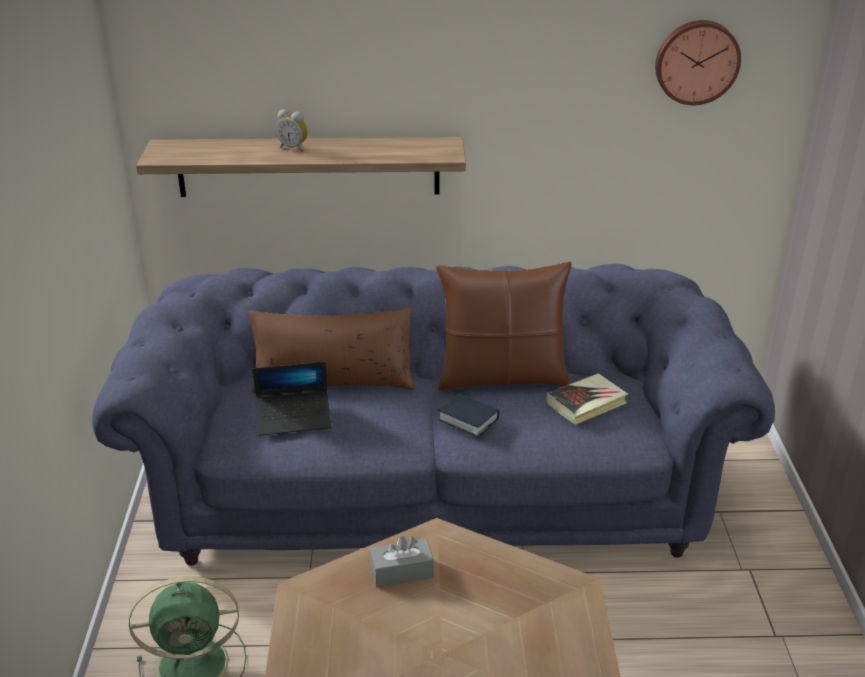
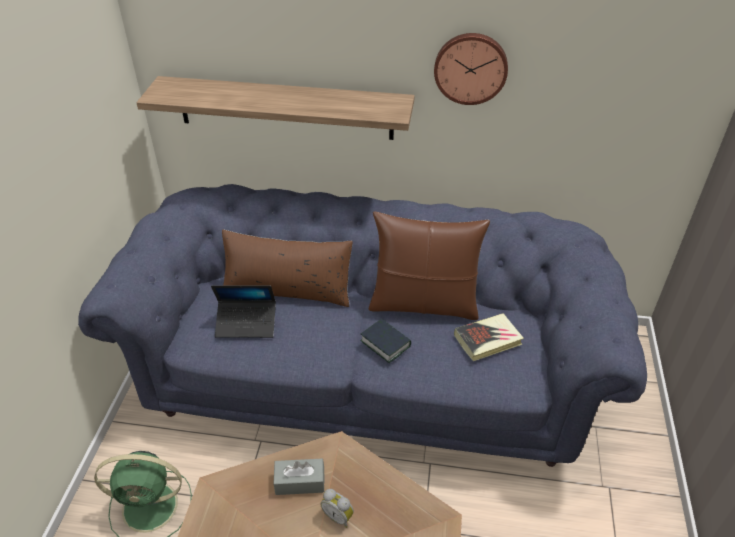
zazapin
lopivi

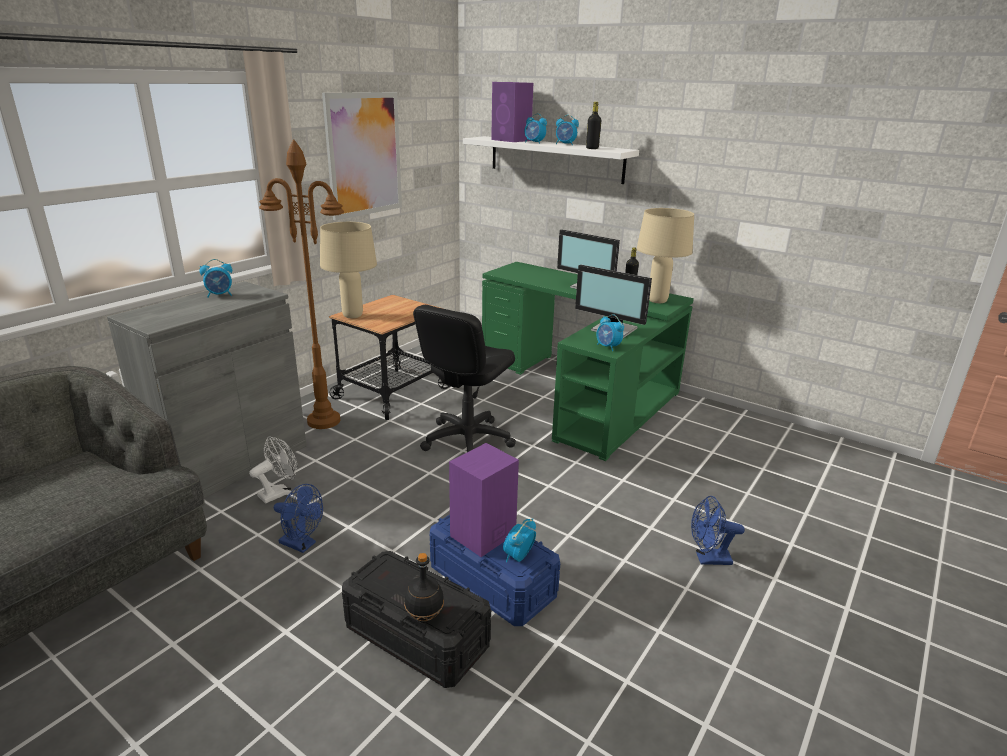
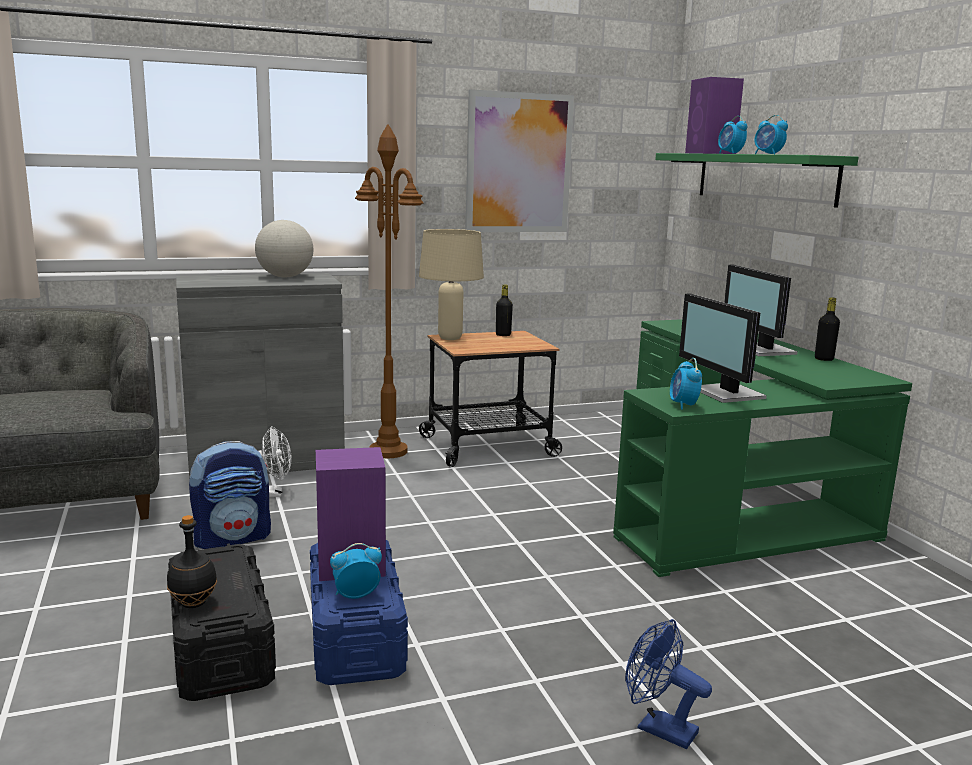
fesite
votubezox
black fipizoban (2nd from left)
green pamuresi
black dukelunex
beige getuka (2nd from left in the first image)

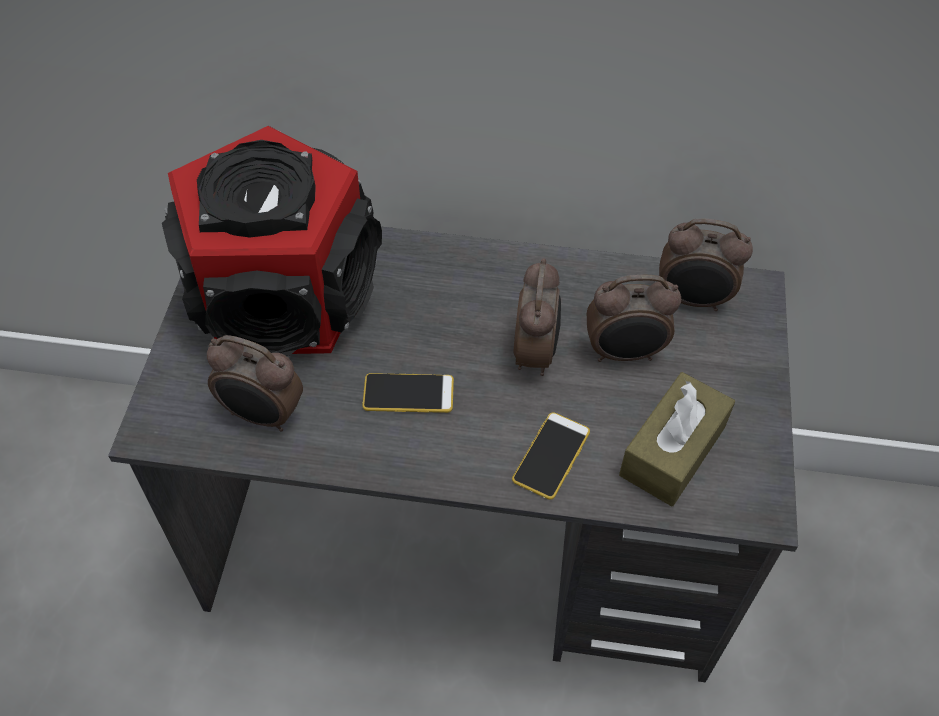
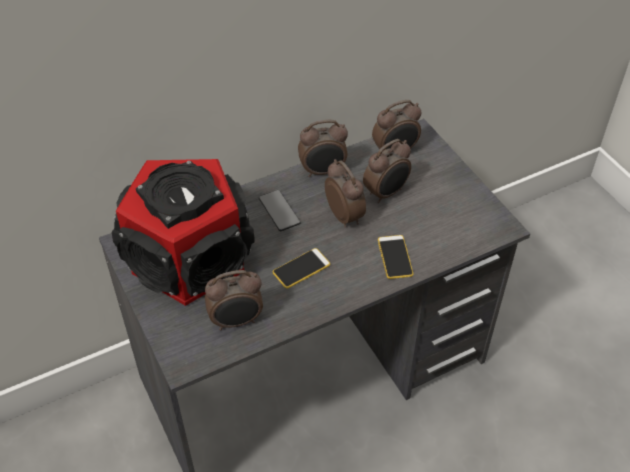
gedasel (1st from left)
zazapin (2nd from left)
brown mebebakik

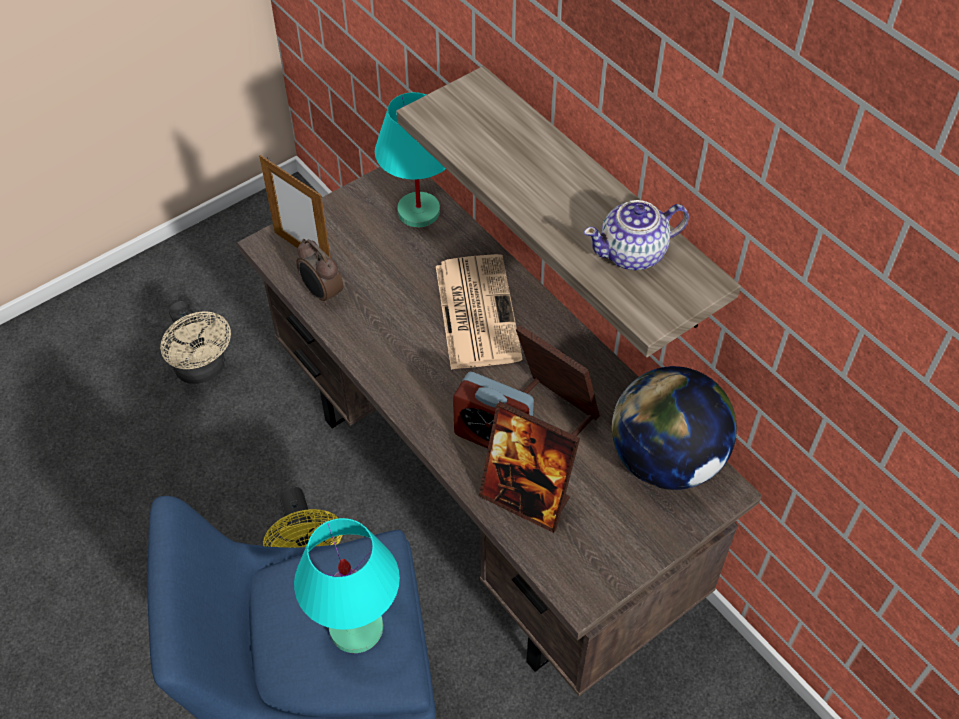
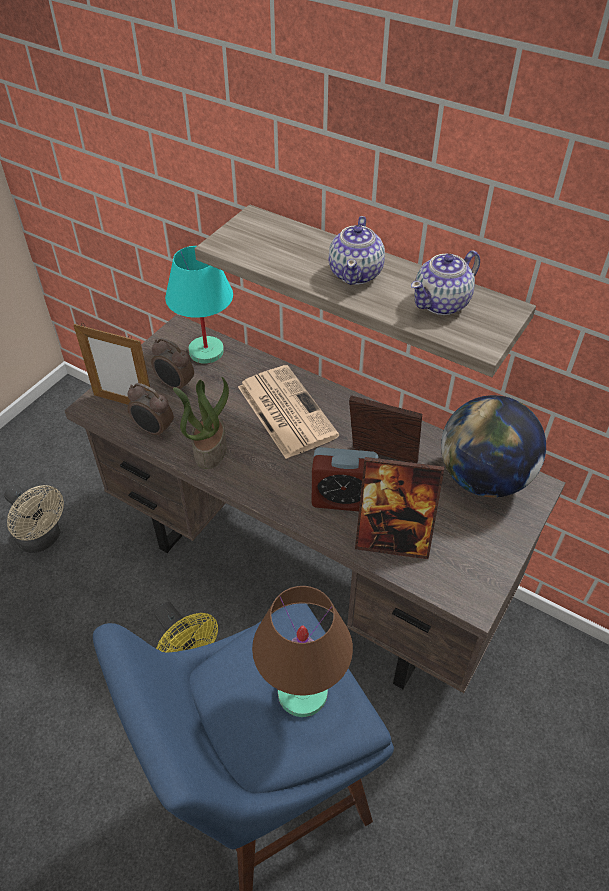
zazapin (2nd from left)
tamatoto
brown getuka
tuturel (1st from left)

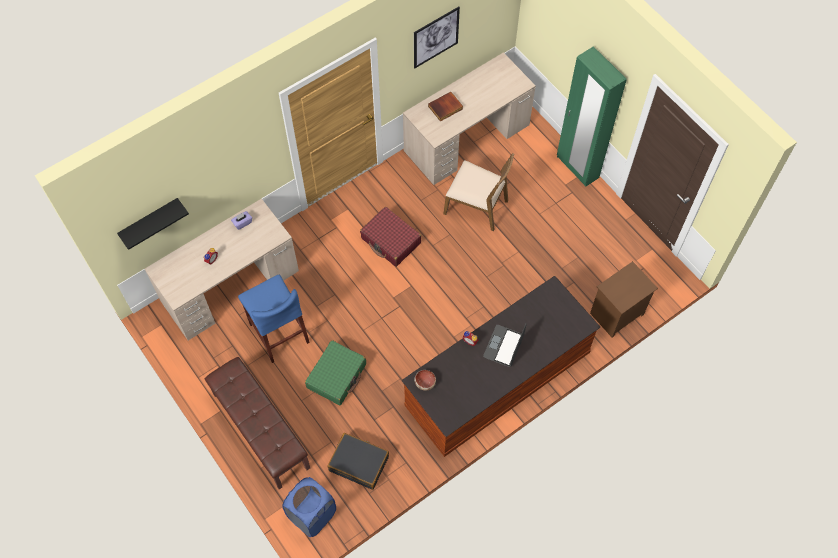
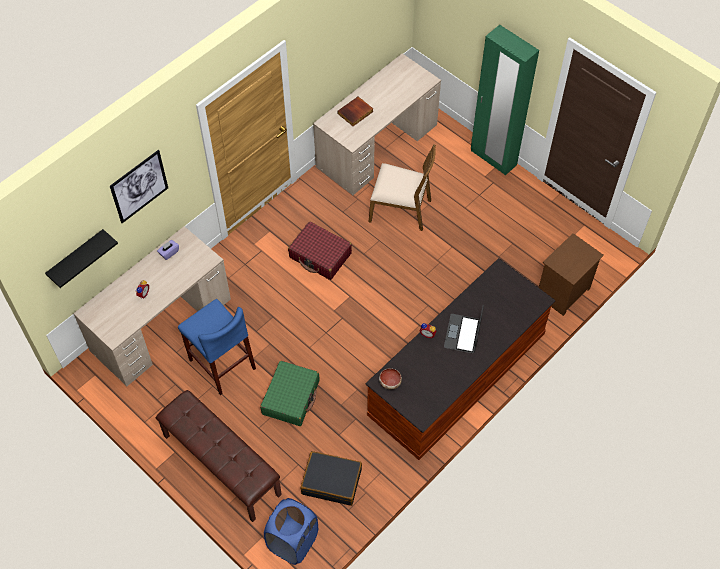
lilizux

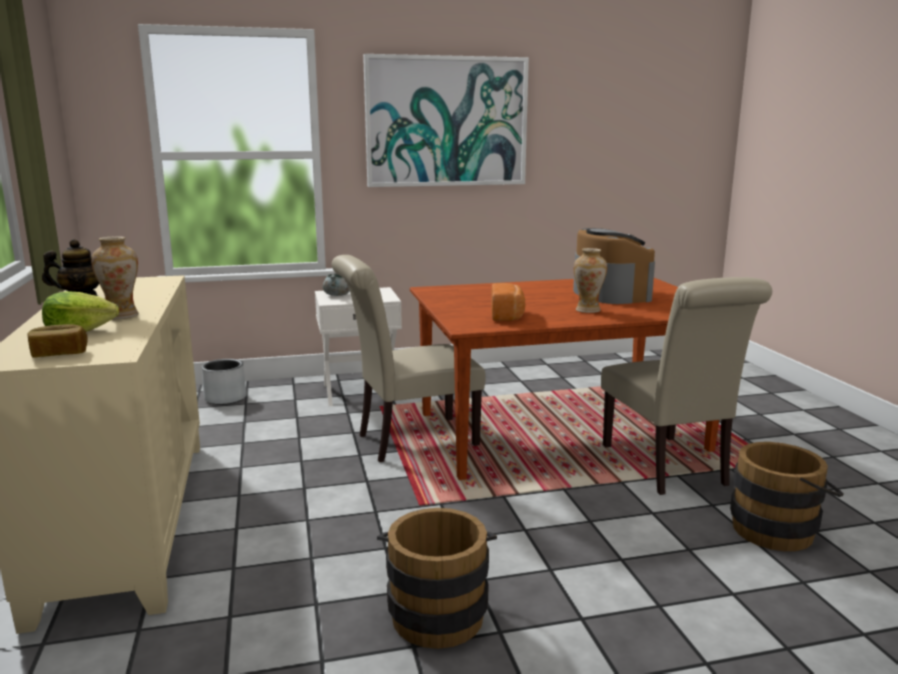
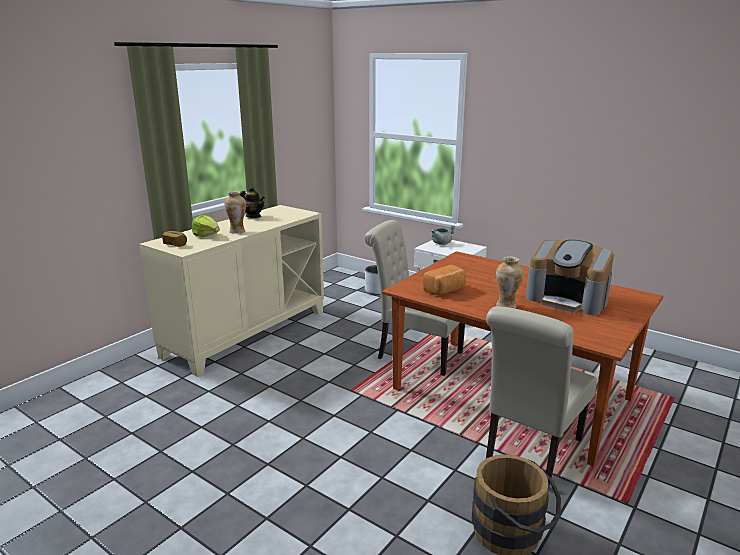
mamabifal
lilizux
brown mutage (1st from left in the first image)

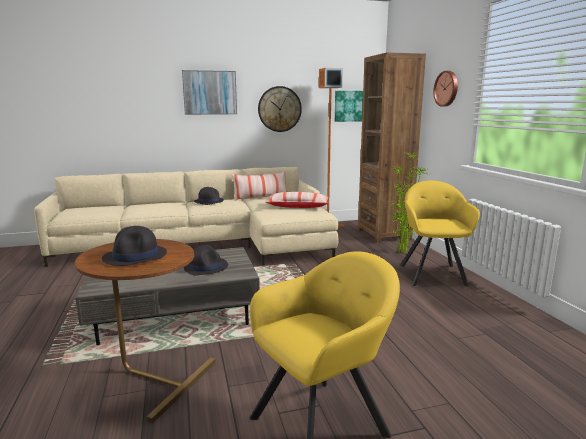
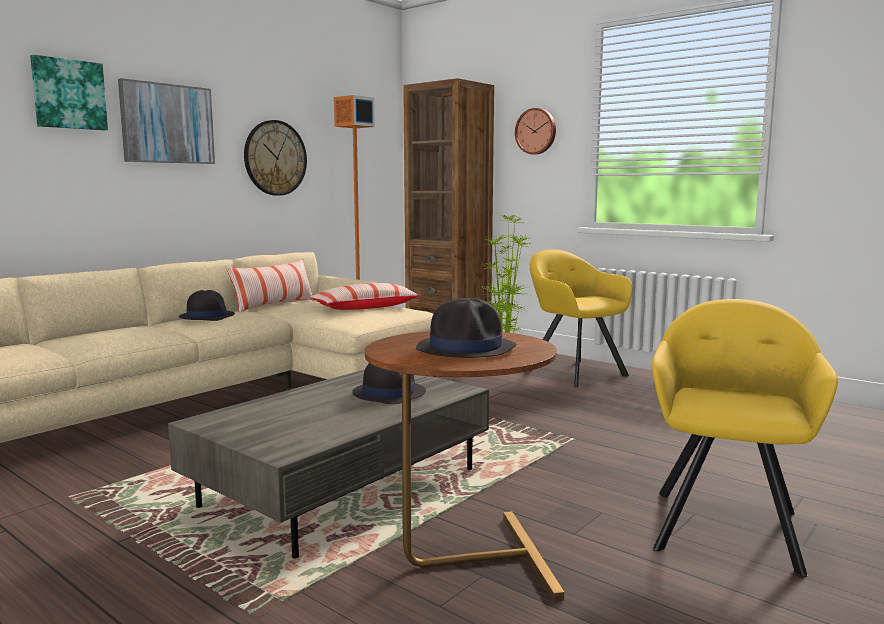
lilizux (1st from left)

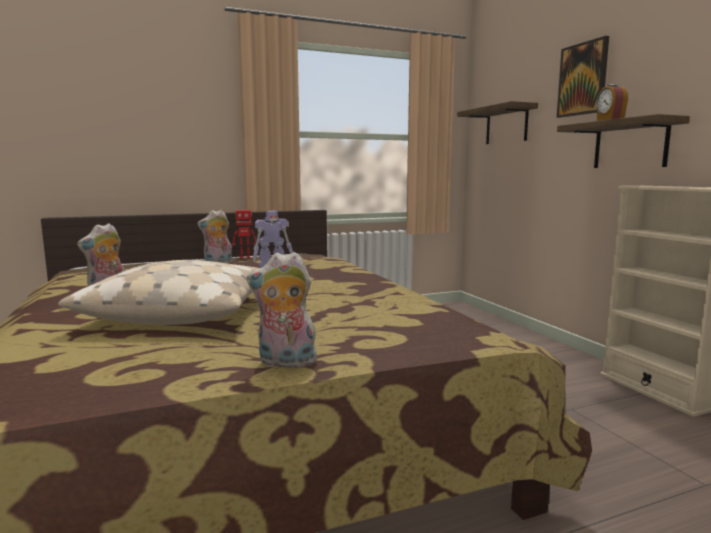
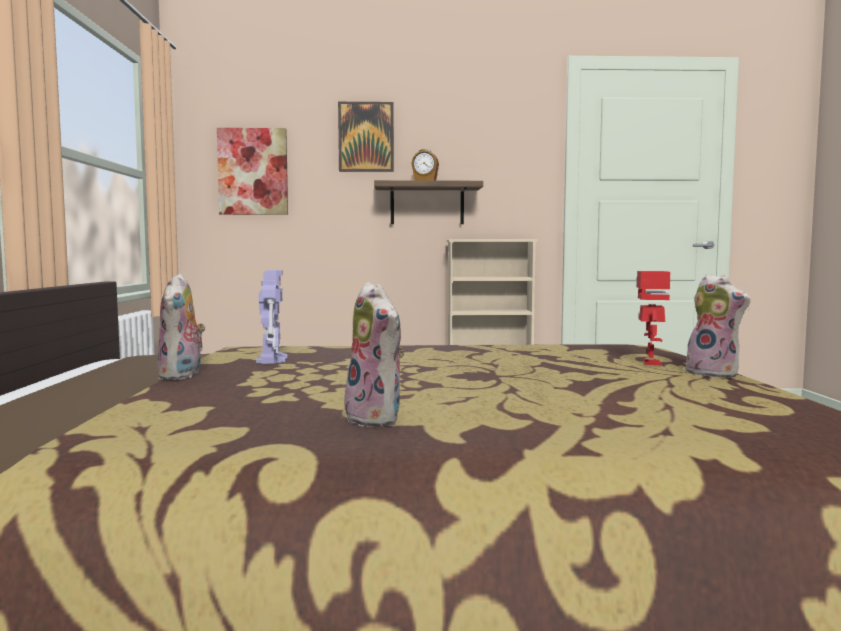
lilizux (1st from left)
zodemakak (2nd from left)
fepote (3rd from left)
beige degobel

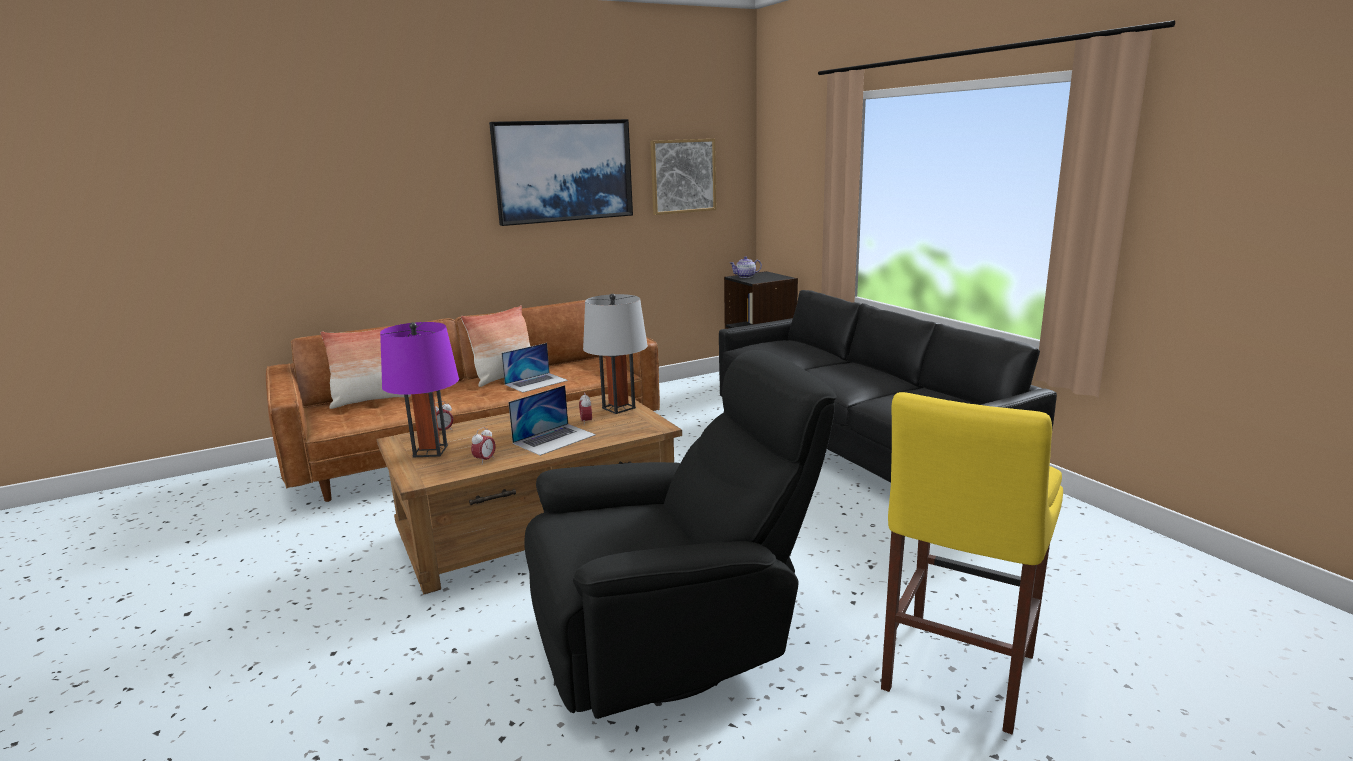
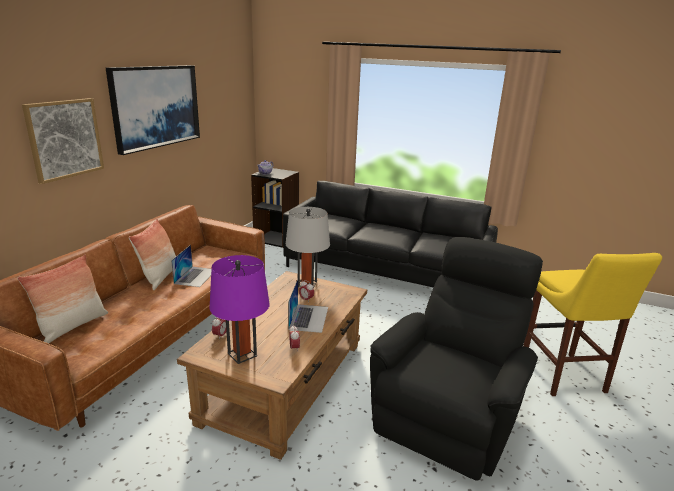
lilizux (1st from left)

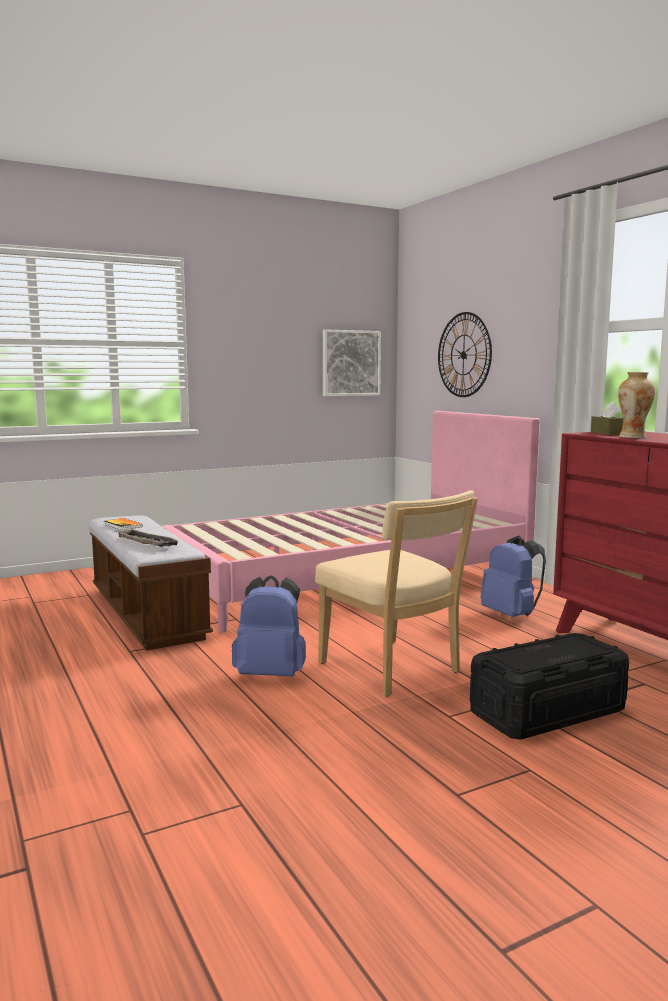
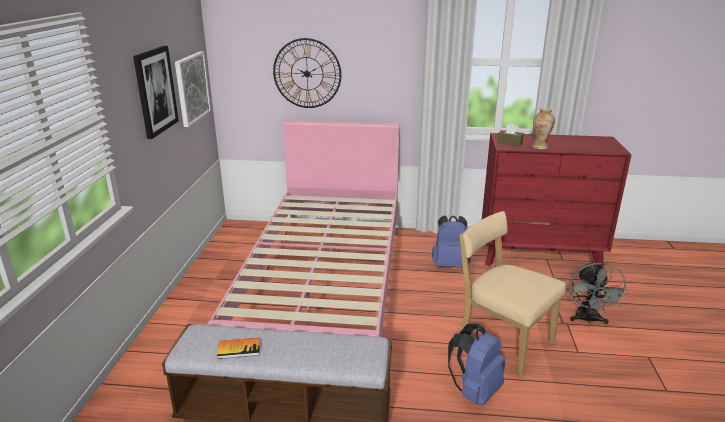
lilizux (1st from left)
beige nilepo
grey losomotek
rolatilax

